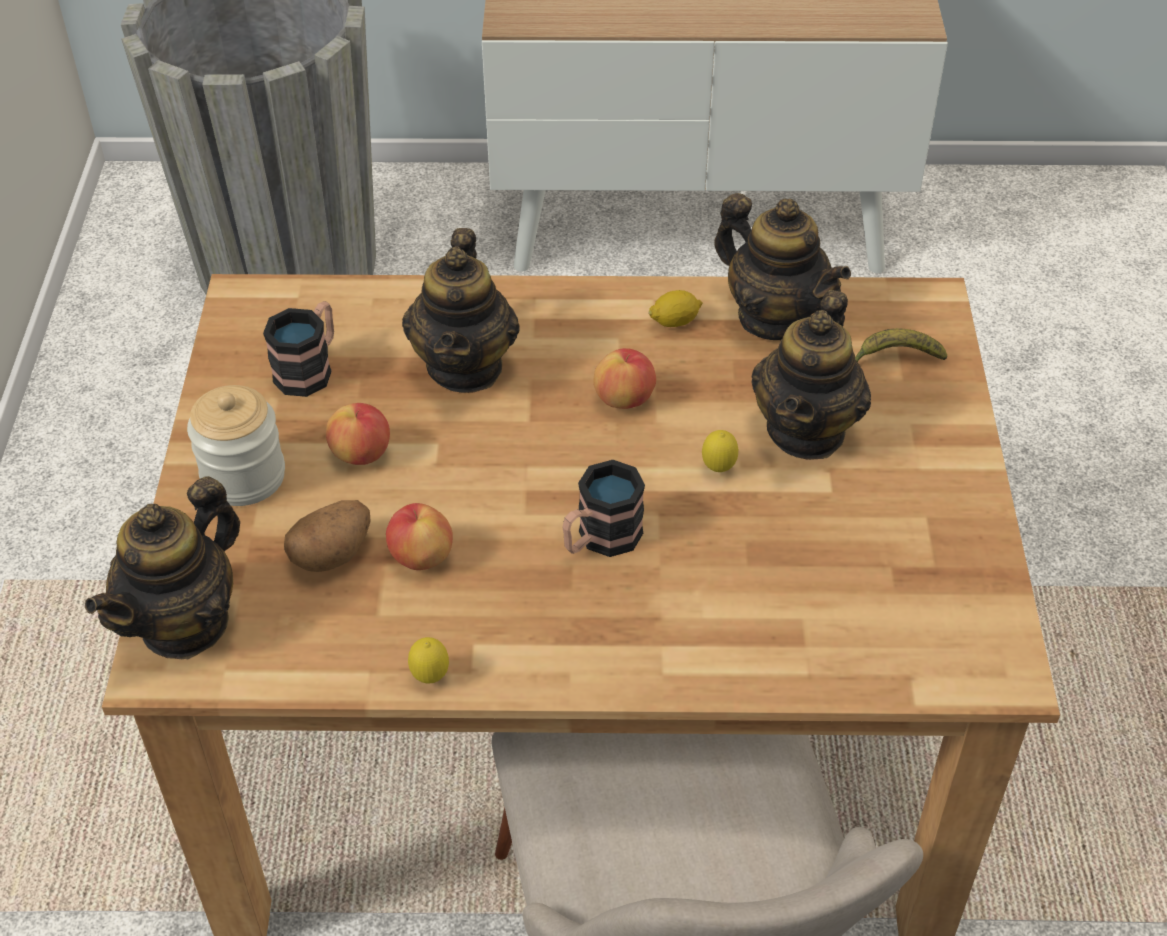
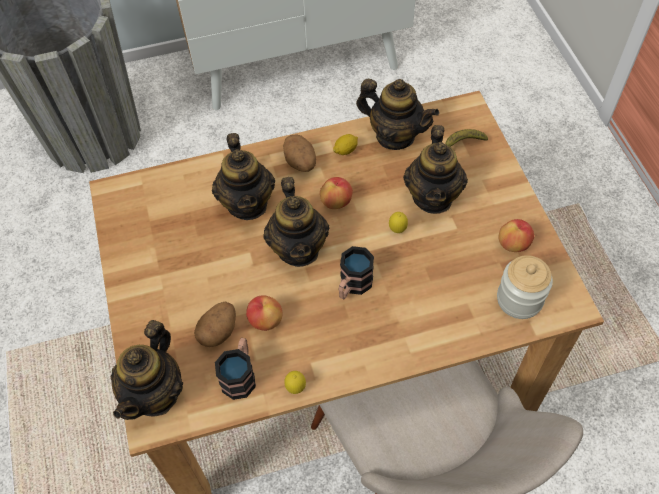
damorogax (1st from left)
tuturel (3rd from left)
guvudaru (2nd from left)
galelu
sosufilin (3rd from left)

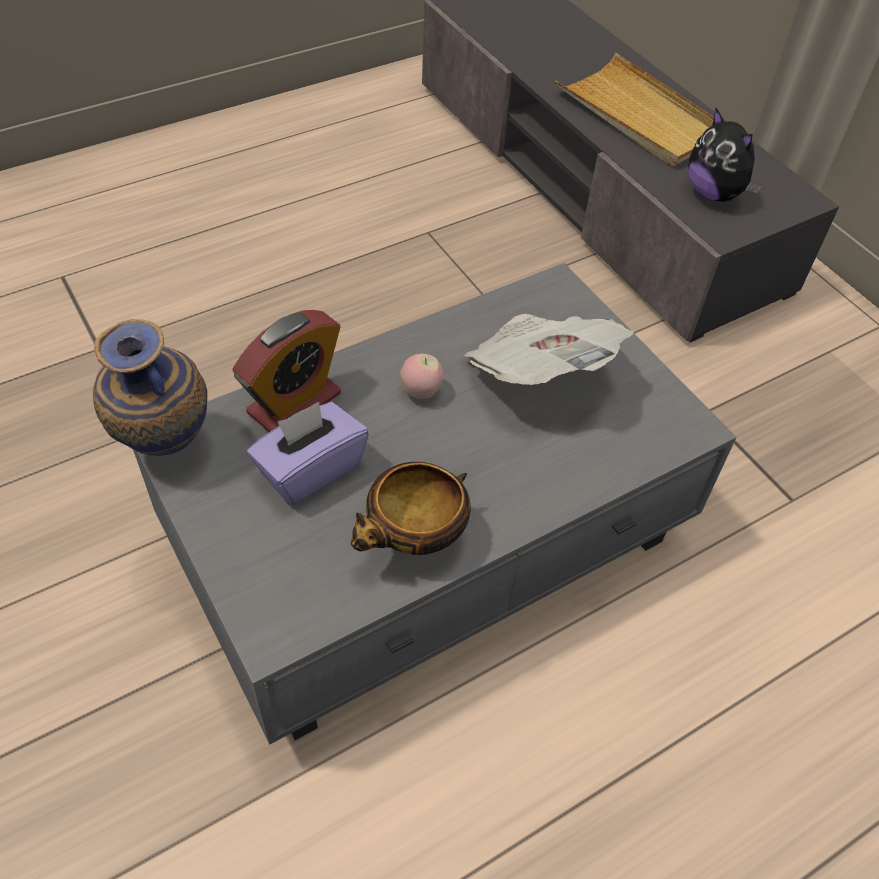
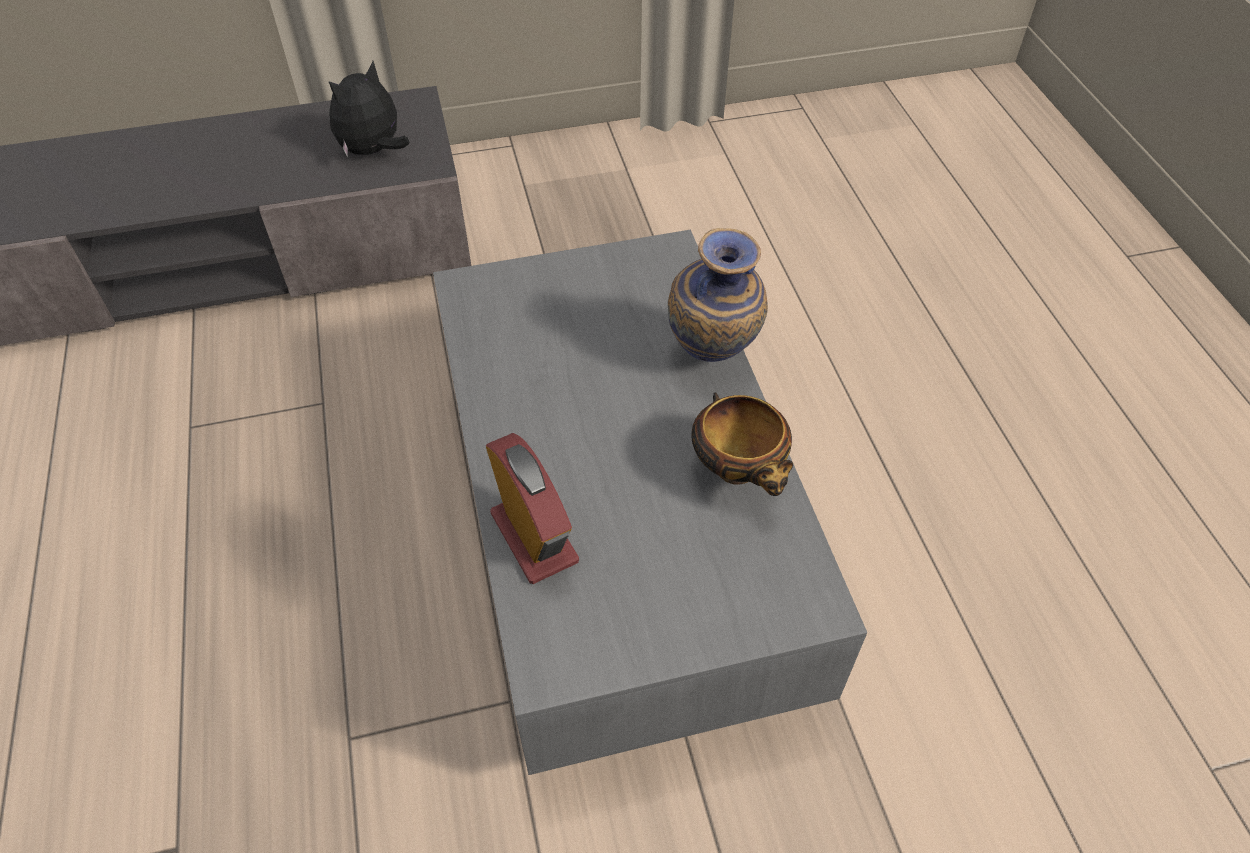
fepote
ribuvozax
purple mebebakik
sosufilin
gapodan
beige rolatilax

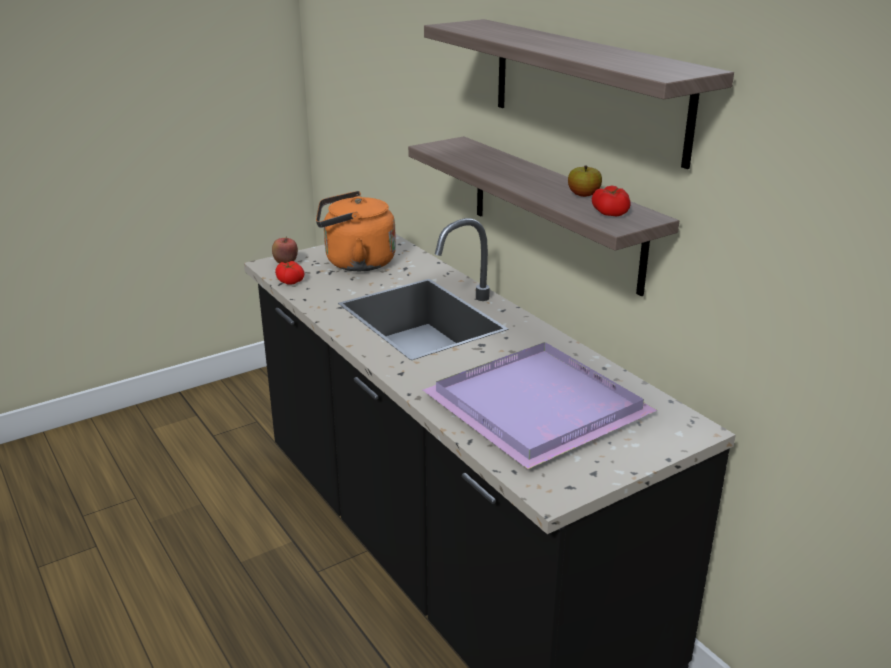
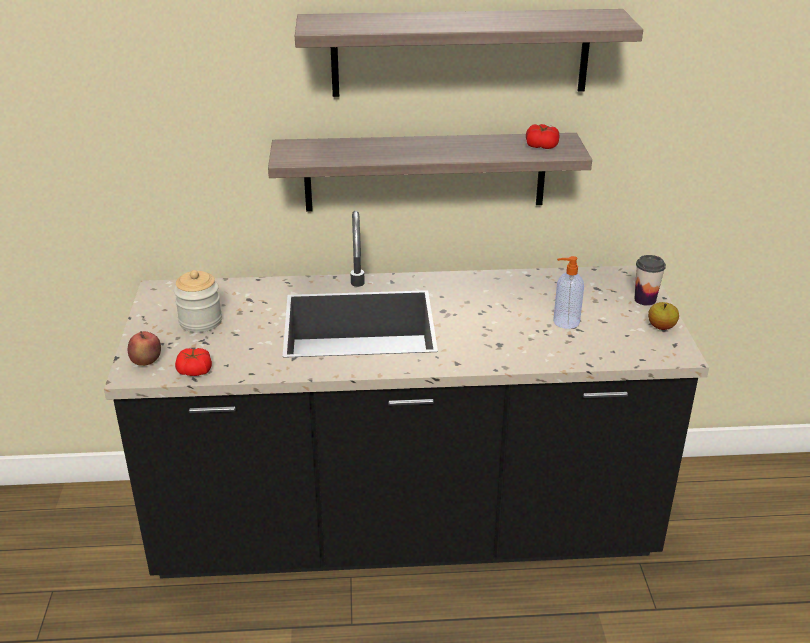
galelu
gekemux
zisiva
sosufilin (2nd from left)

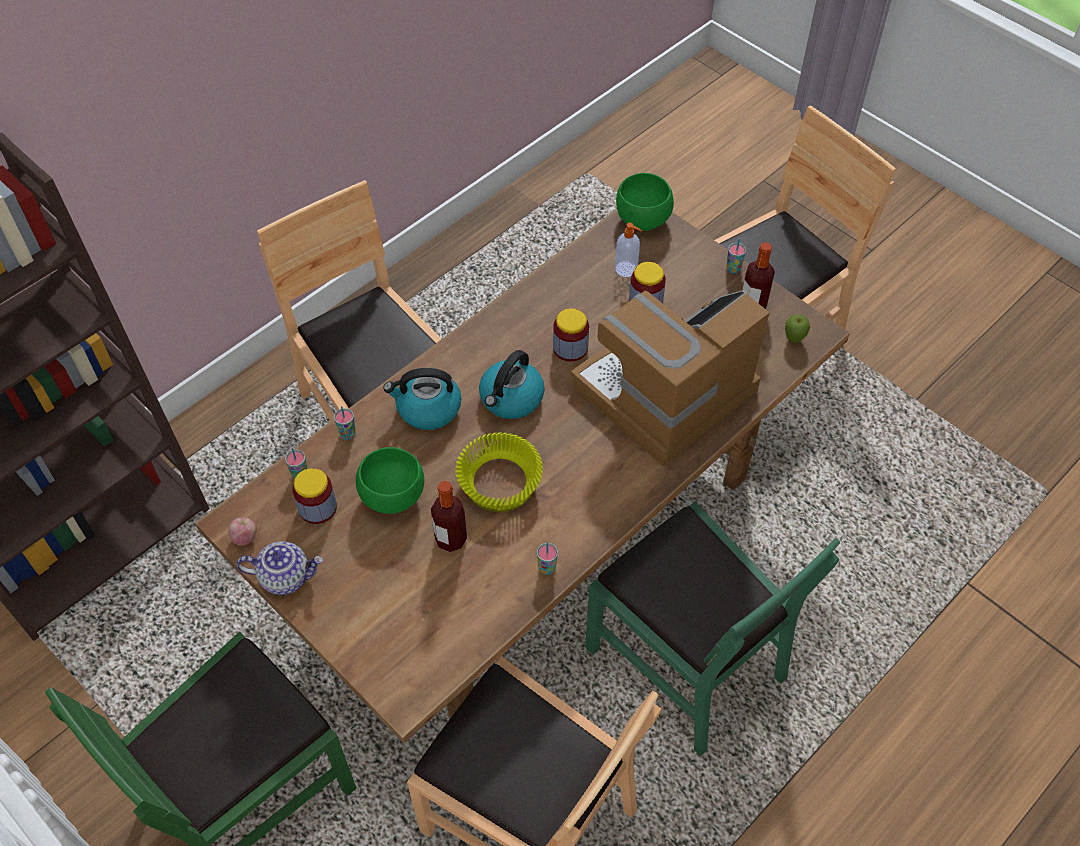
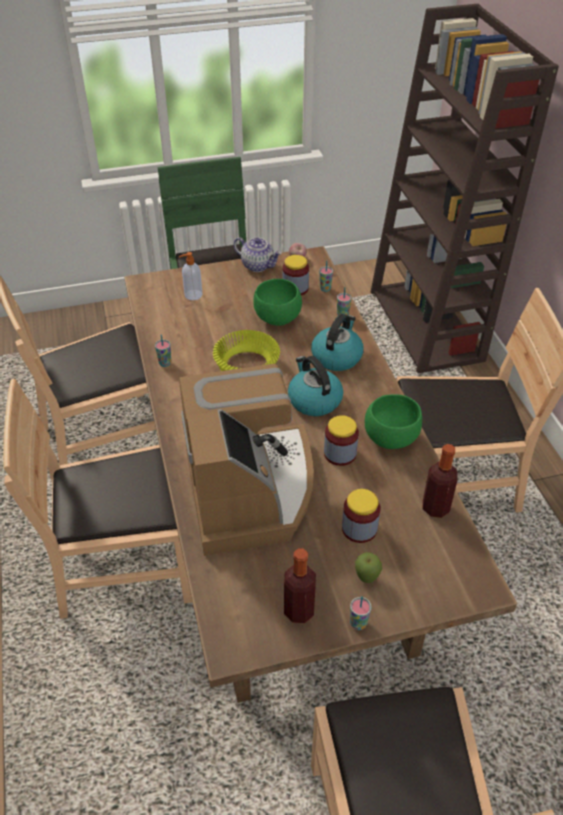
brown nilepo (2nd from left)
gekemux
tuturel
sosufilin (2nd from left)
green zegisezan (2nd from left)
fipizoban (2nd from left)

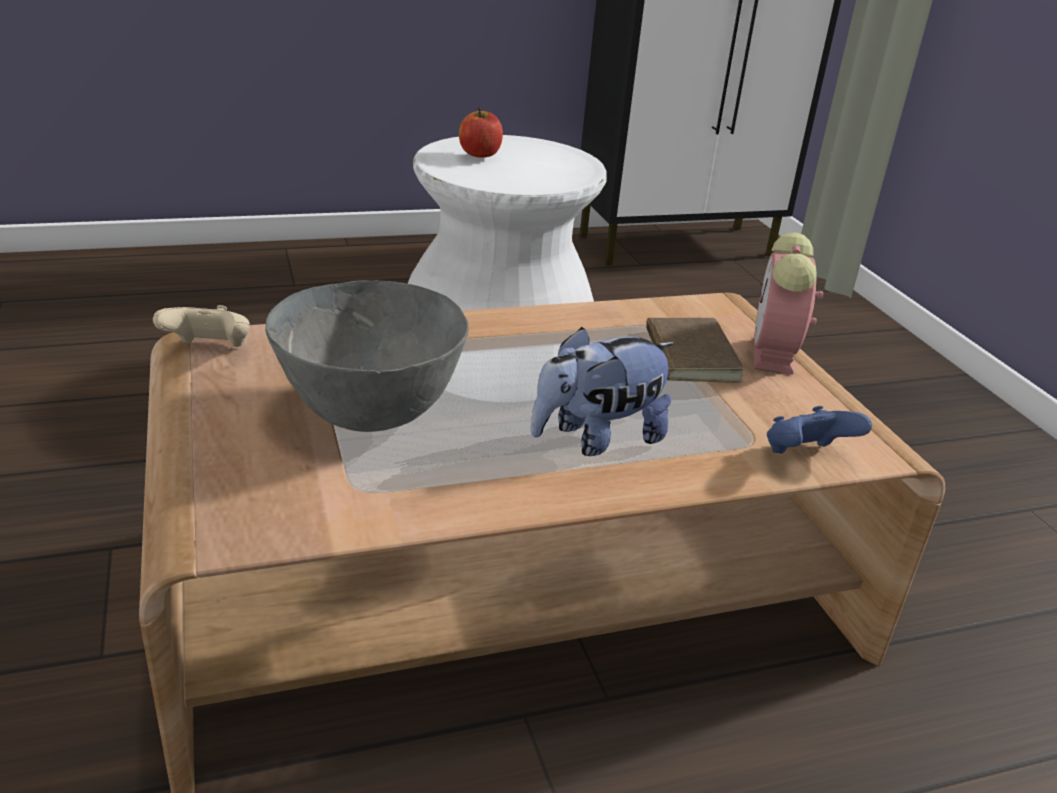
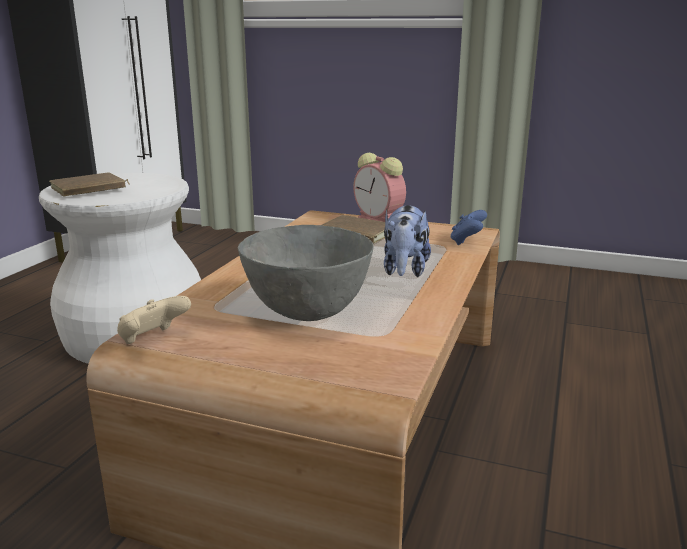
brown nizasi (1st from left)

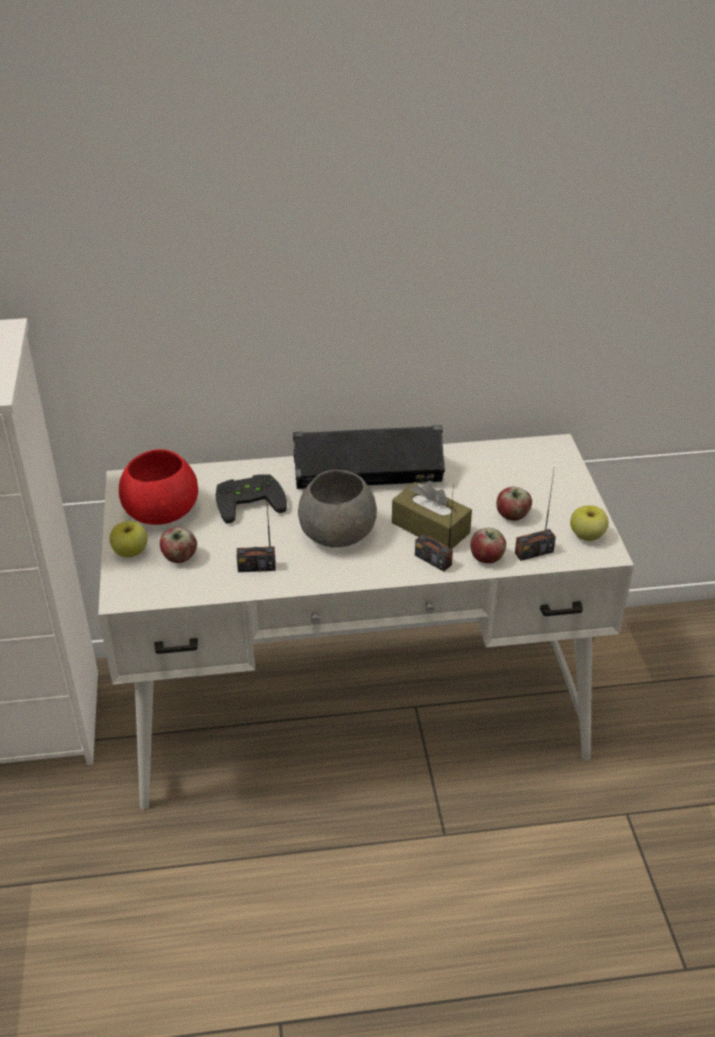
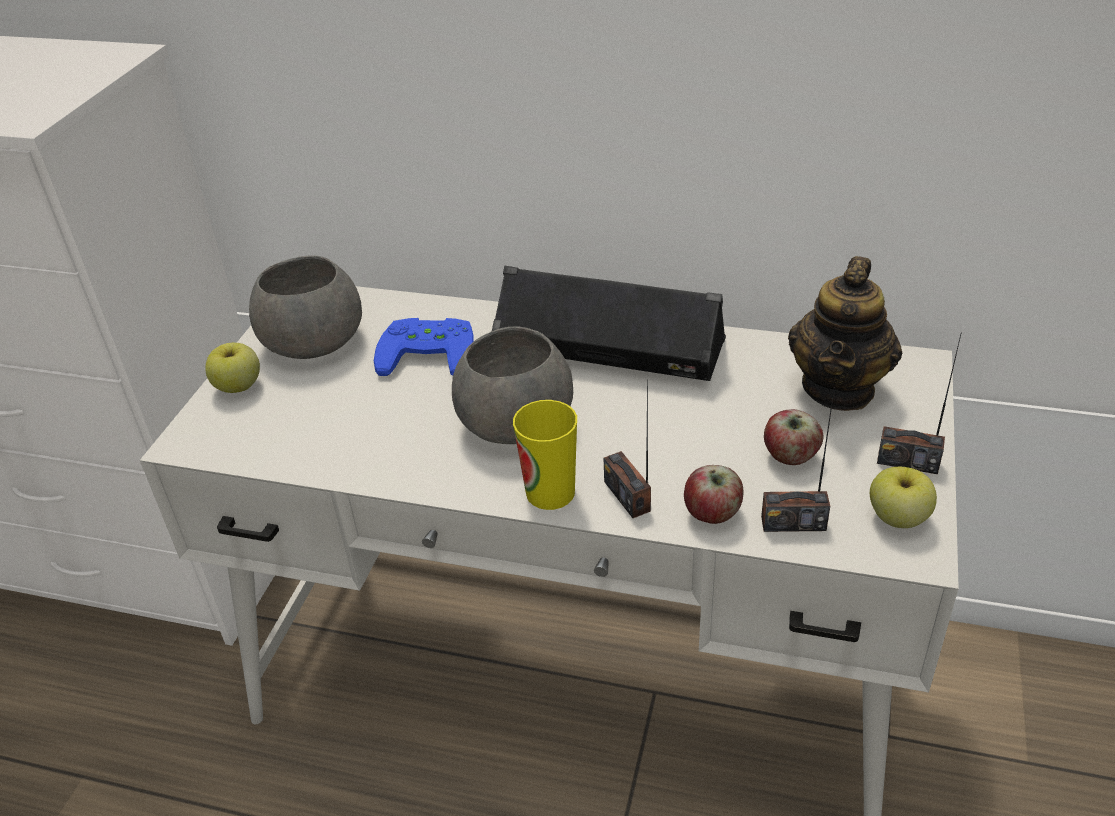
grey zegisezan (1st from left)
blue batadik
zisiva
tuturel
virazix (3rd from left)
sosufilin (2nd from left in the first image)
brown mebebakik

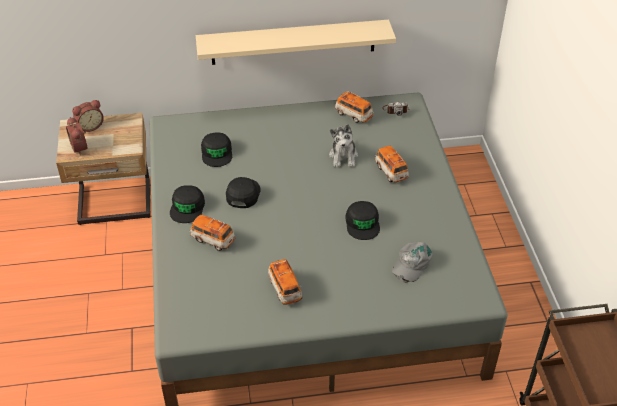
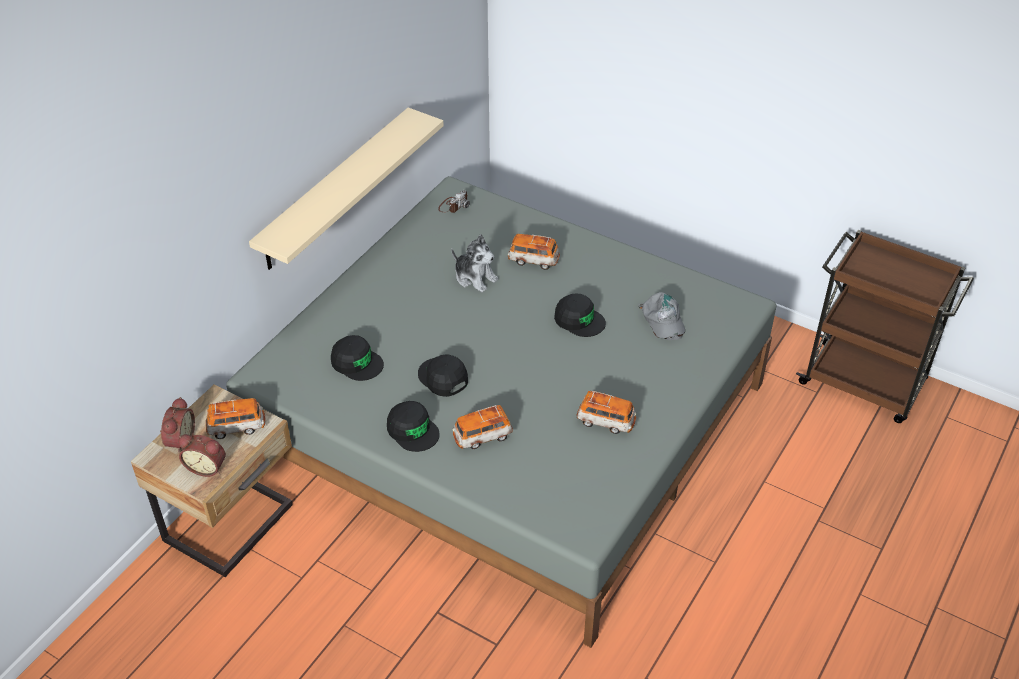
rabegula (1st from left)

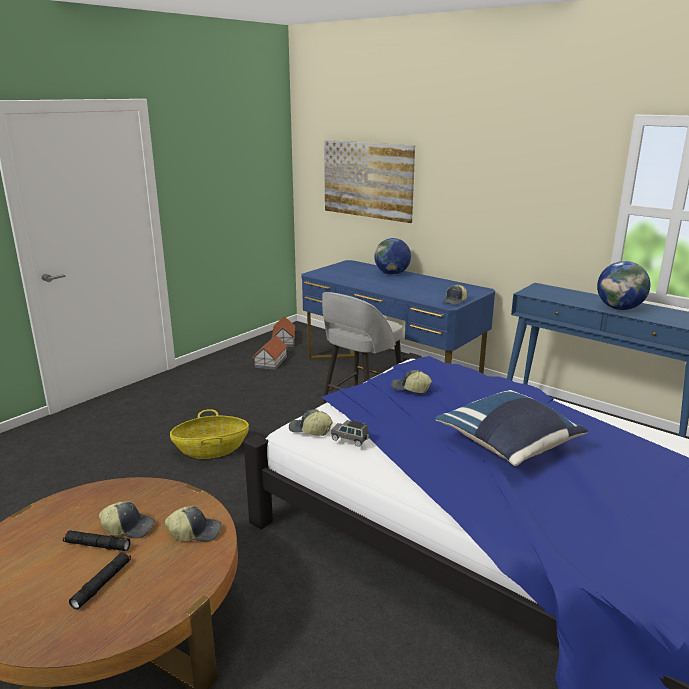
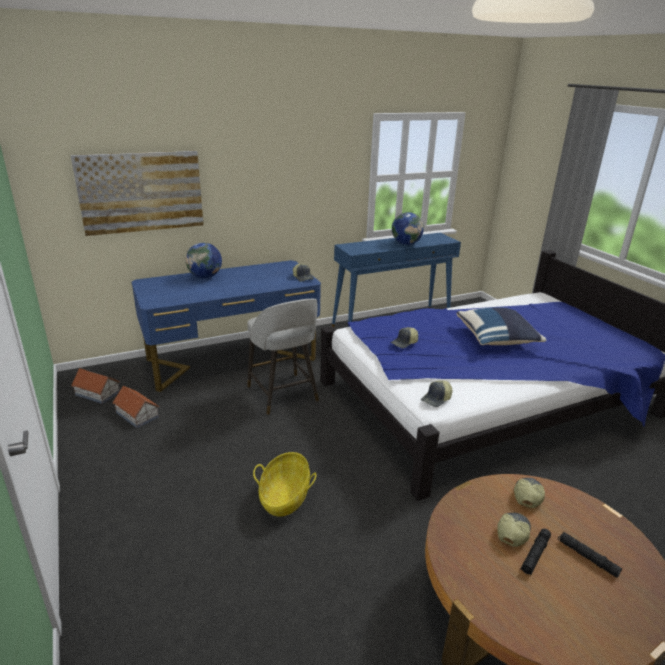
grey rabegula

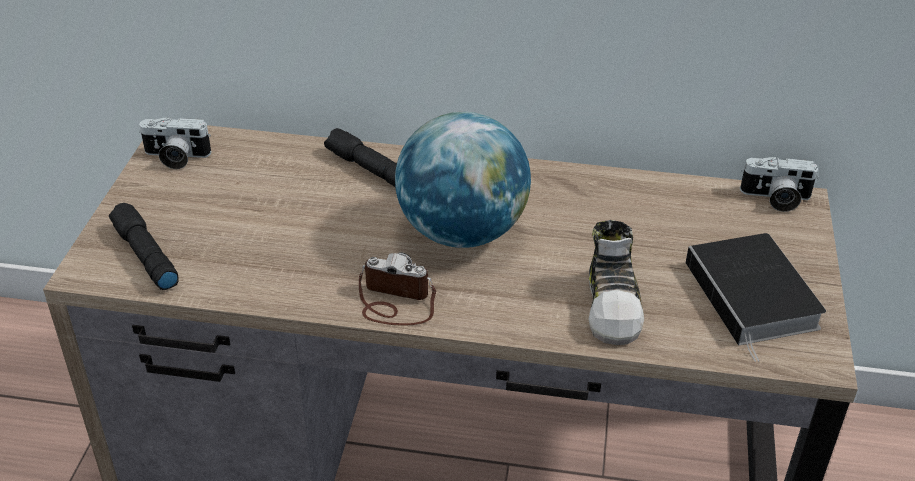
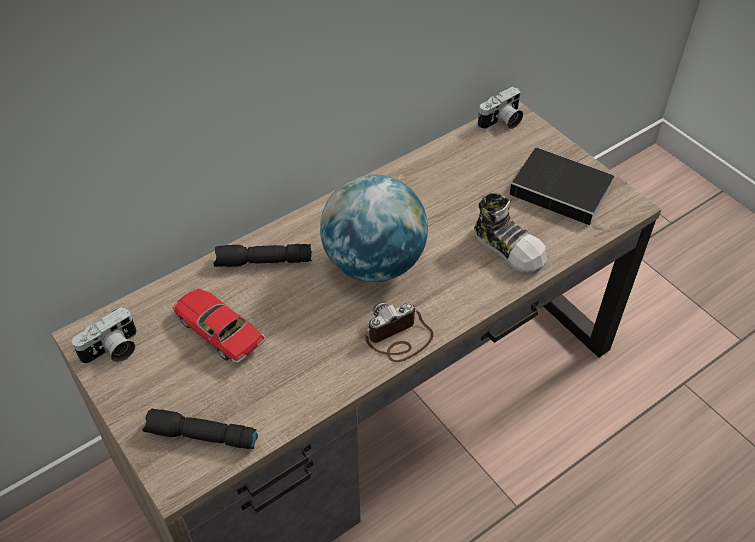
rabegula

